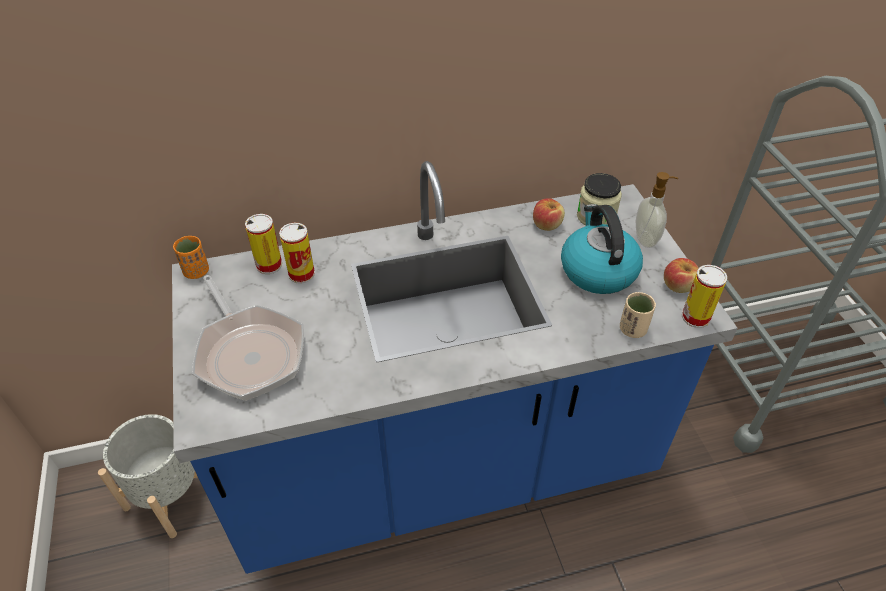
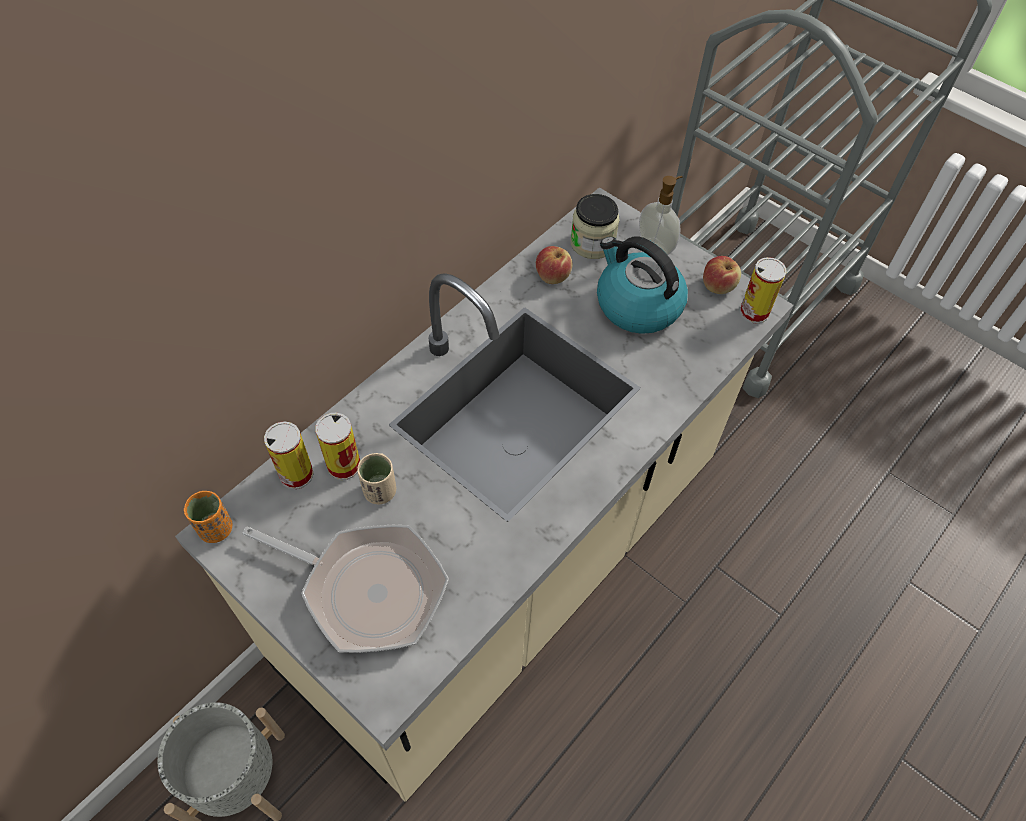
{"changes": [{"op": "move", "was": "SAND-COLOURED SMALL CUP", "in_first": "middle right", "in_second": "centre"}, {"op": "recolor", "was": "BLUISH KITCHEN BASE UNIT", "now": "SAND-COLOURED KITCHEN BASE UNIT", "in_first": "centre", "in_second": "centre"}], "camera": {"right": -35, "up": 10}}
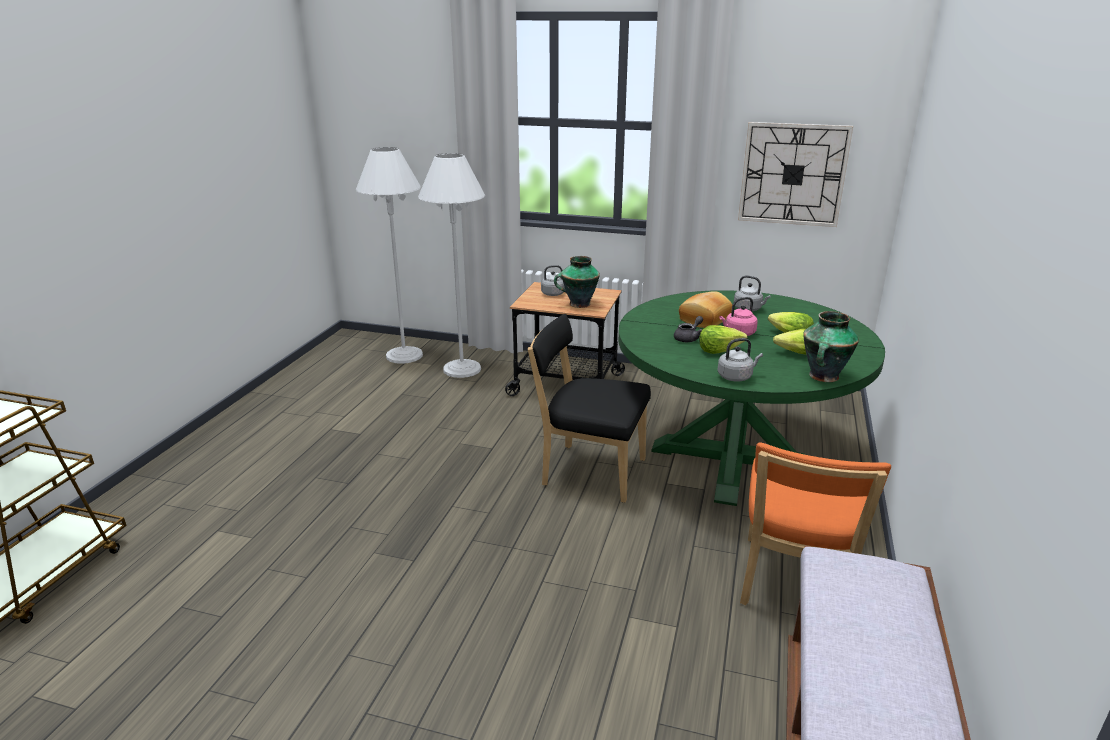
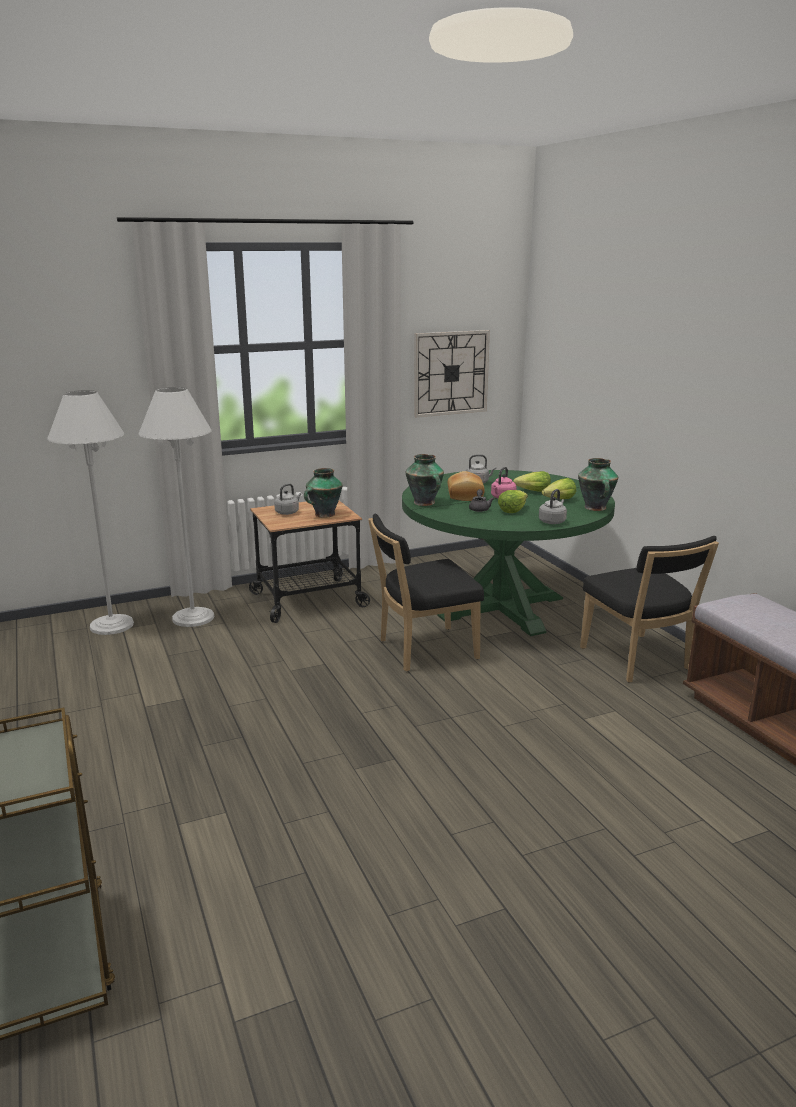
{"changes": [{"op": "insert", "now": "DECORATIVE VASE (2nd from left)", "in_second": "centre"}, {"op": "recolor", "was": "ORANGE UPRIGHT CHAIR", "now": "BLACK UPRIGHT CHAIR (2nd from left)", "in_first": "bottom right", "in_second": "middle right"}], "camera": {"right": -40, "up": -5}}
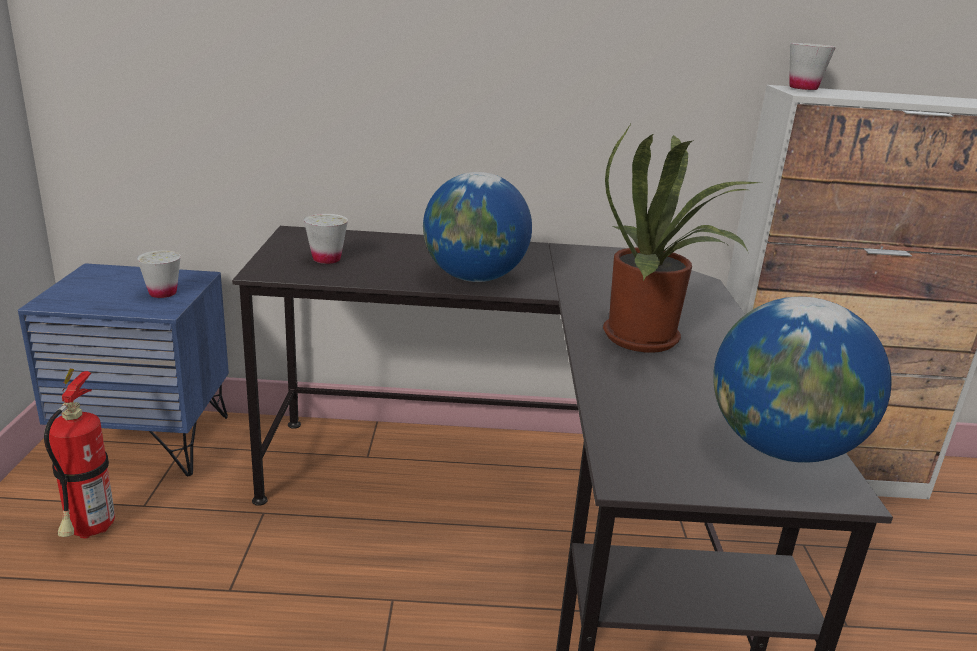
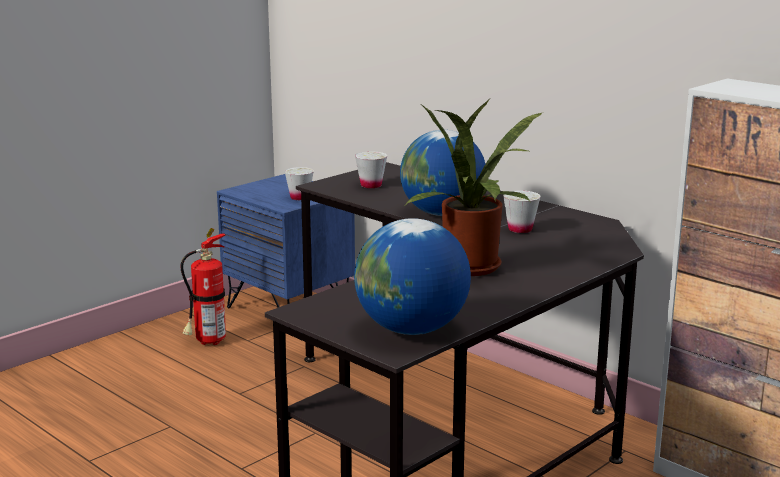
{"changes": [{"op": "move", "was": "WHITISH SMALL CUP (3rd from left)", "in_first": "top right", "in_second": "middle right"}], "camera": {"right": 45, "up": -5}}
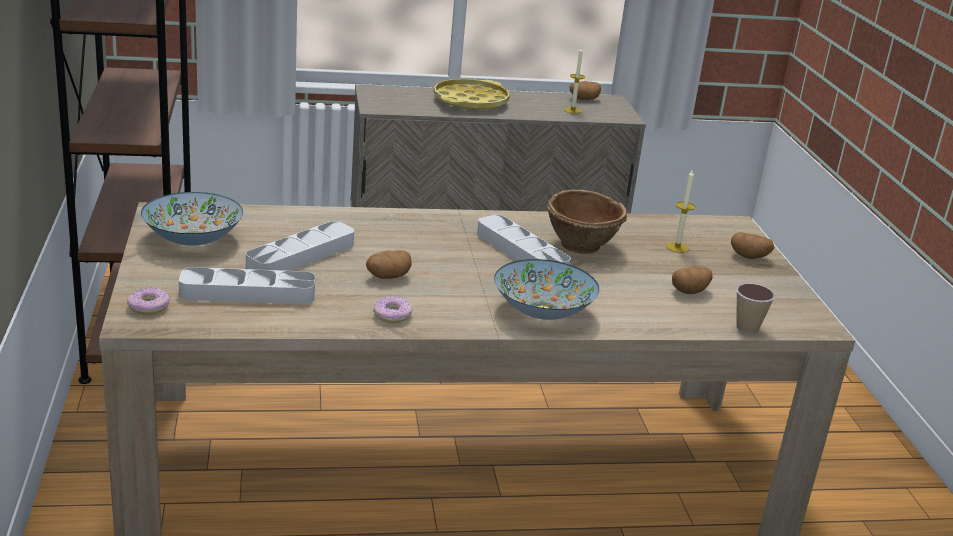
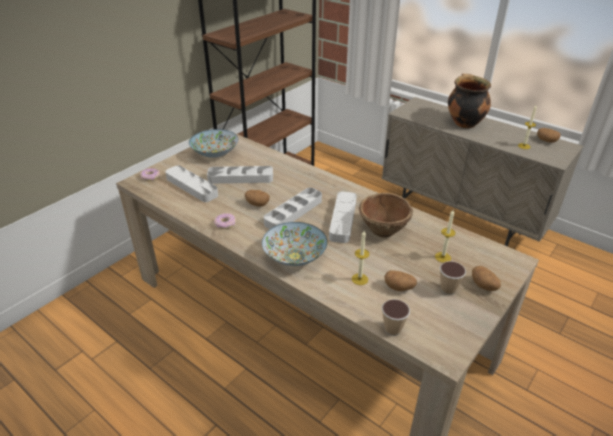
{"changes": [{"op": "insert", "now": "GREY CARRYING TRAY (3rd from left)", "in_second": "centre"}, {"op": "insert", "now": "WAX LIGHT (1st from left)", "in_second": "centre"}, {"op": "insert", "now": "SMALL CUP (2nd from left)", "in_second": "middle right"}, {"op": "replace", "was": "YELLOWISH CARRYING TRAY", "now": "COOKING POT", "in_first": "top centre", "in_second": "top right"}], "camera": {"right": 50, "up": 10}}
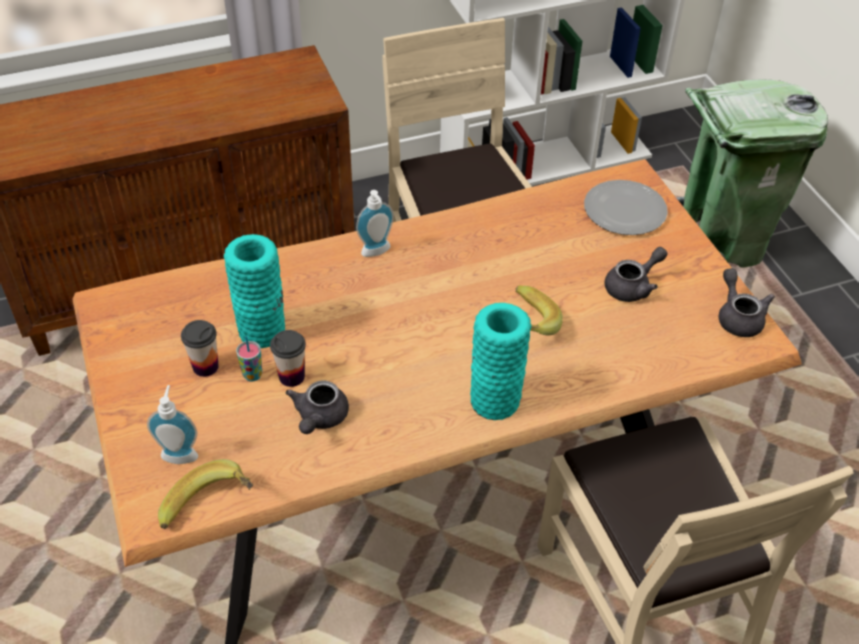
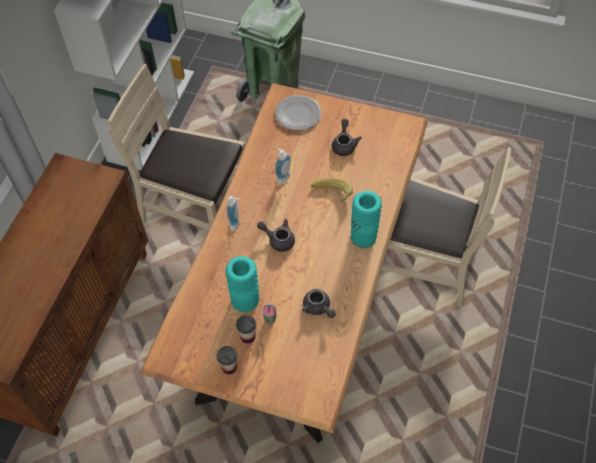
{"changes": [{"op": "delete", "was": "BANANA FRUIT (1st from left)", "in_first": "bottom left"}, {"op": "move", "was": "SOAP DISPENSER (1st from left in the first image)", "now": "SOAP DISPENSER (2nd from left)", "in_first": "middle left", "in_second": "centre"}, {"op": "move", "was": "SMALL CUP (3rd from left in the first image)", "now": "SMALL CUP (1st from left)", "in_first": "centre", "in_second": "bottom centre"}, {"op": "move", "was": "GREY POT FOR TEA (3rd from left in the first image)", "now": "GREY POT FOR TEA (1st from left)", "in_first": "middle right", "in_second": "centre"}], "camera": {"right": -50, "up": 10}}
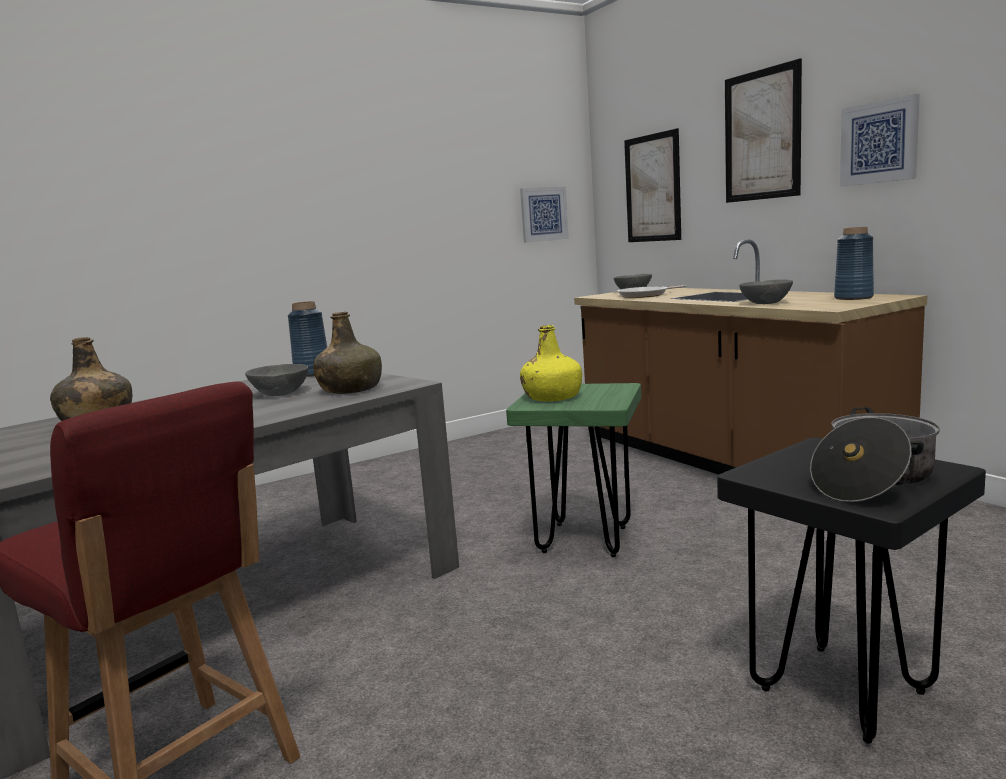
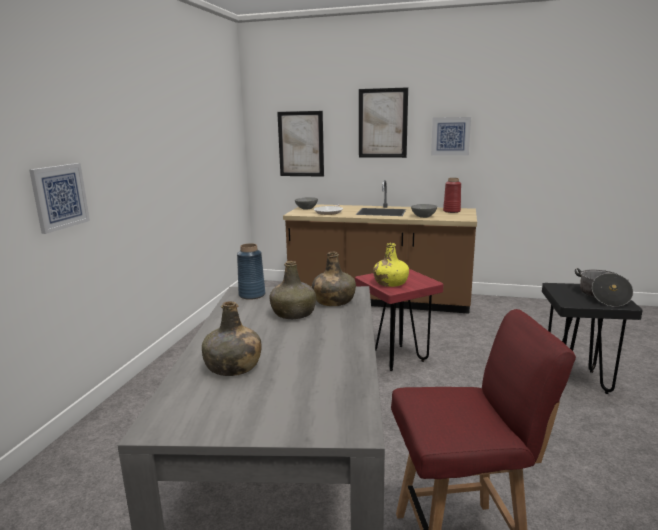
{"changes": [{"op": "move", "was": "WALL PICTURE (1st from left)", "in_first": "top centre", "in_second": "middle left"}, {"op": "replace", "was": "GREY SERVING BOWL (1st from left)", "now": "GREENISH DRINK BOTTLE (2nd from left)", "in_first": "middle left", "in_second": "centre"}, {"op": "recolor", "was": "GREENISH STOOL SEAT", "now": "REDDISH STOOL SEAT", "in_first": "centre", "in_second": "centre"}, {"op": "recolor", "was": "BLUISH DECORATIVE VASE (2nd from left)", "now": "REDDISH DECORATIVE VASE", "in_first": "middle right", "in_second": "middle right"}], "camera": {"right": -45, "up": 5}}
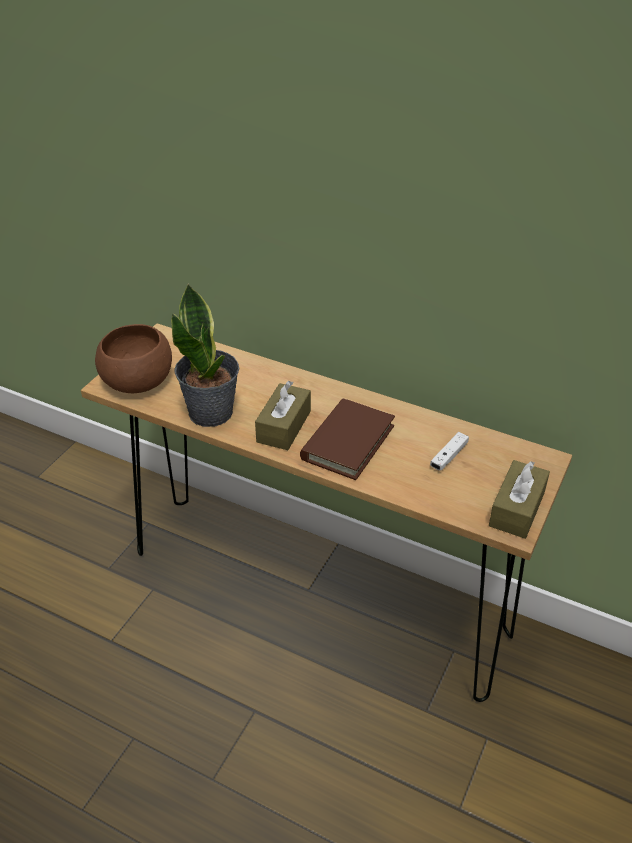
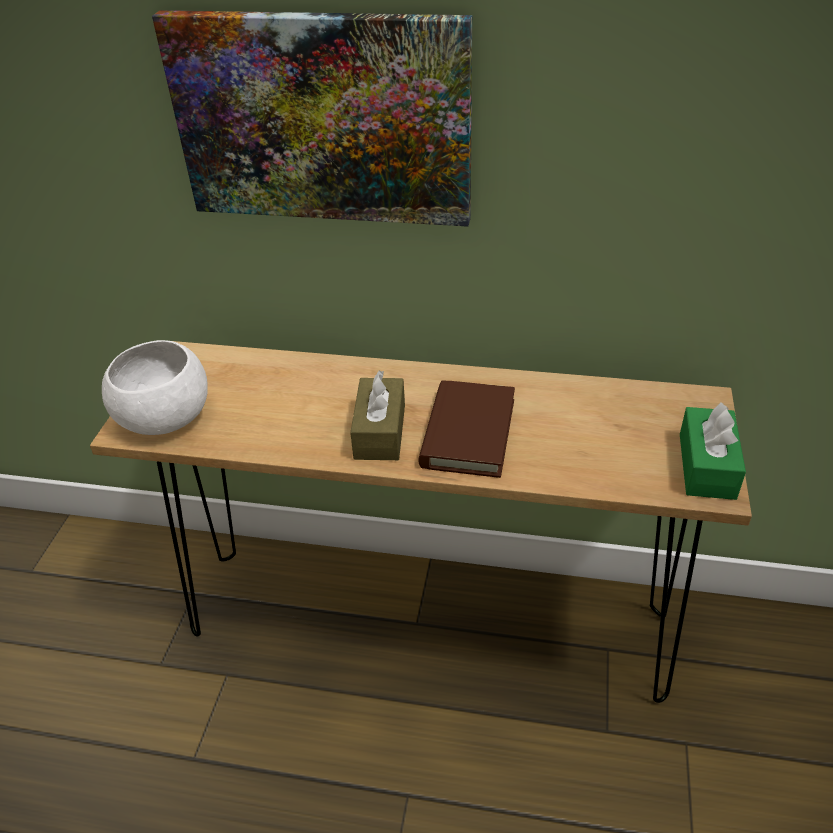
{"changes": [{"op": "delete", "was": "POTTED PLANT", "in_first": "middle left"}, {"op": "delete", "was": "WHITISH GAME CONTROLLER", "in_first": "middle right"}, {"op": "insert", "now": "WALL PICTURE", "in_second": "top centre"}, {"op": "recolor", "was": "BROWNISH SERVING BOWL", "now": "WHITISH SERVING BOWL", "in_first": "middle left", "in_second": "middle left"}, {"op": "recolor", "was": "BROWNISH BOX OF TISSUES (2nd from left)", "now": "GREENISH BOX OF TISSUES", "in_first": "middle right", "in_second": "middle right"}], "camera": {"right": -15, "up": 0}}
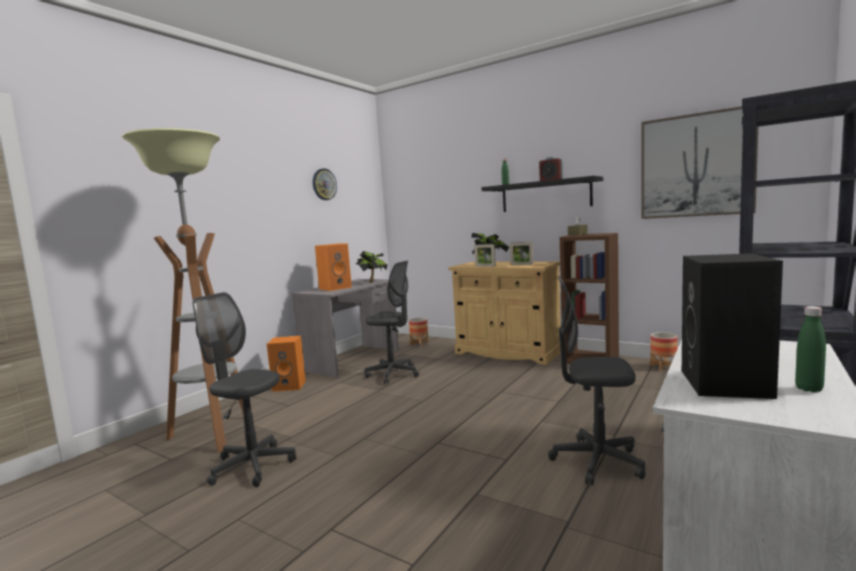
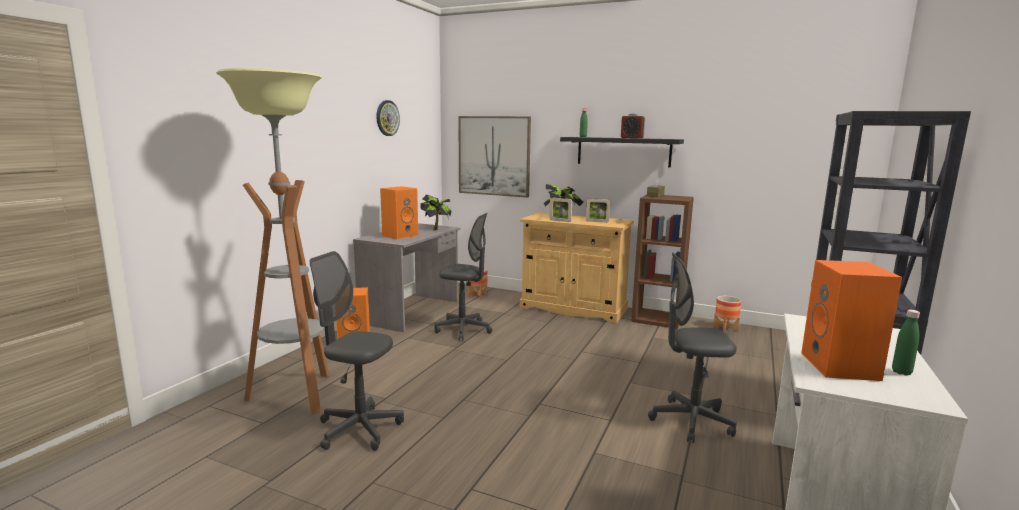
{"changes": [{"op": "move", "was": "WALL PICTURE", "in_first": "top right", "in_second": "top centre"}, {"op": "recolor", "was": "BLACK SPEAKER", "now": "ORANGE SPEAKER (3rd from left)", "in_first": "middle right", "in_second": "middle right"}], "camera": {"right": -10, "up": 5}}
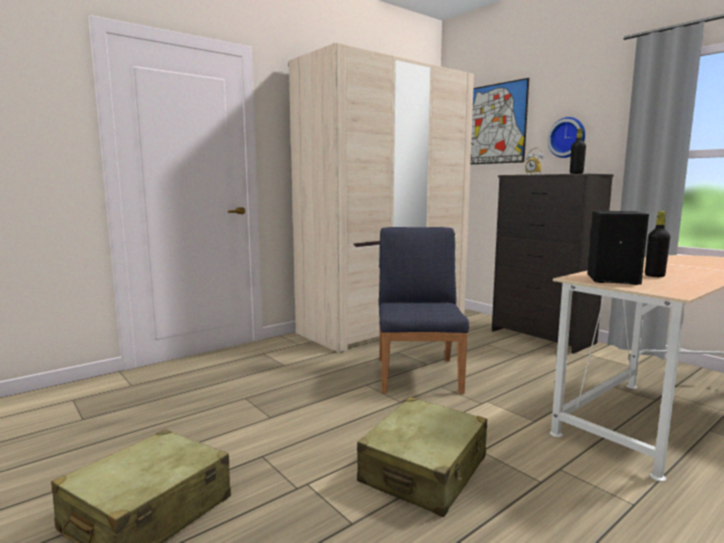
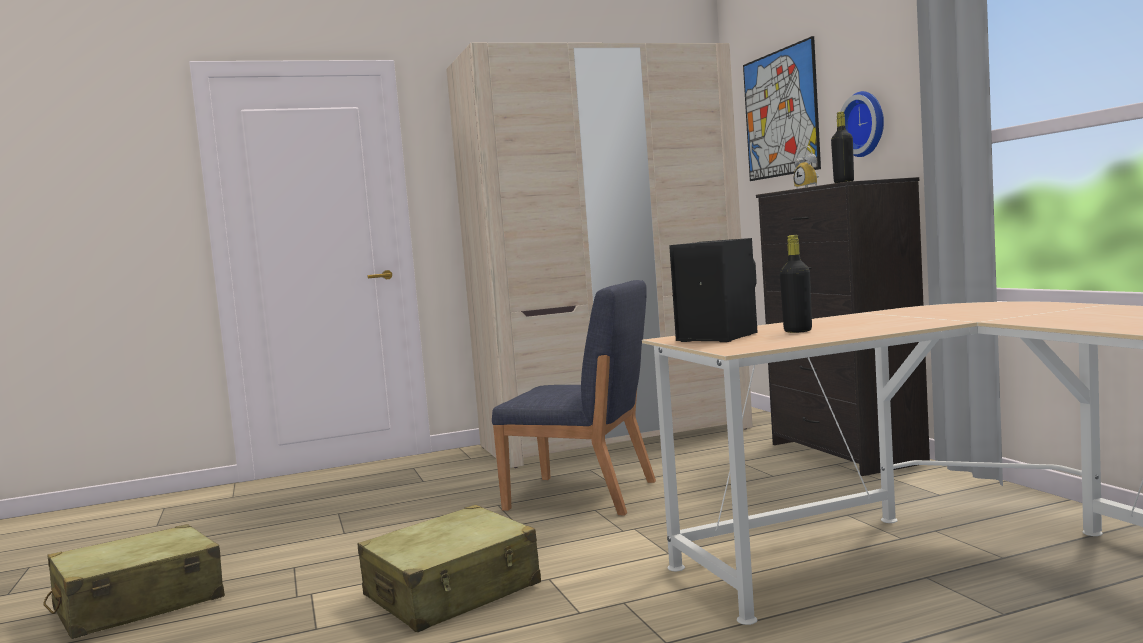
{"changes": [{"op": "rotate", "was": "BLUISH UPRIGHT CHAIR", "in_first": "centre", "in_second": "centre", "clockwise": 90}], "camera": {"right": 20, "up": -5}}
